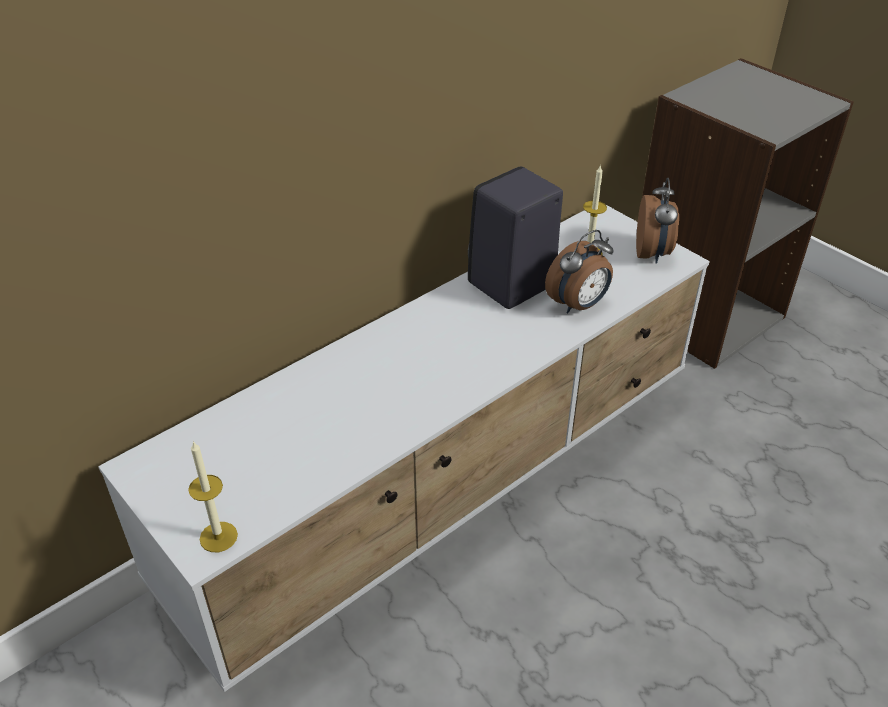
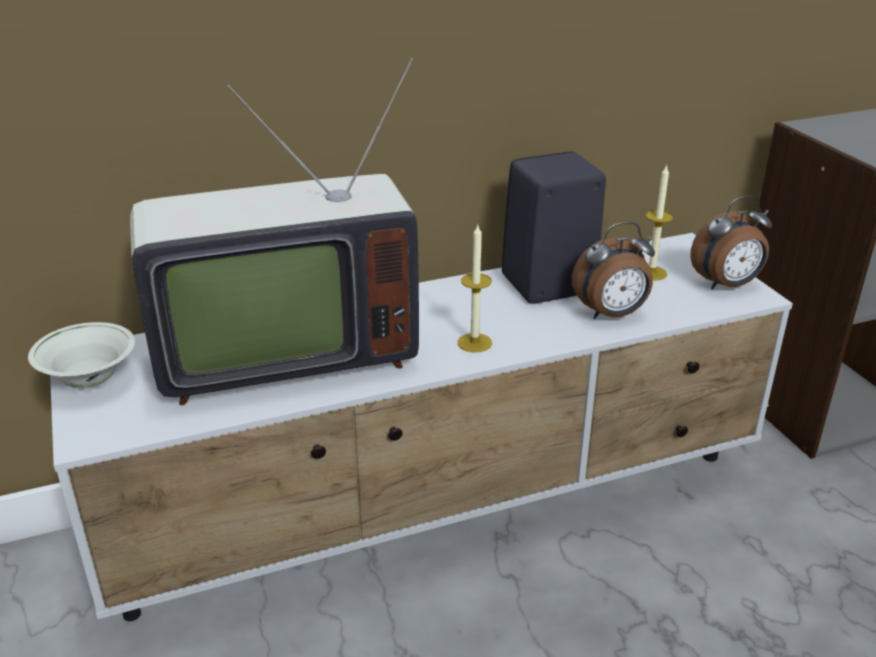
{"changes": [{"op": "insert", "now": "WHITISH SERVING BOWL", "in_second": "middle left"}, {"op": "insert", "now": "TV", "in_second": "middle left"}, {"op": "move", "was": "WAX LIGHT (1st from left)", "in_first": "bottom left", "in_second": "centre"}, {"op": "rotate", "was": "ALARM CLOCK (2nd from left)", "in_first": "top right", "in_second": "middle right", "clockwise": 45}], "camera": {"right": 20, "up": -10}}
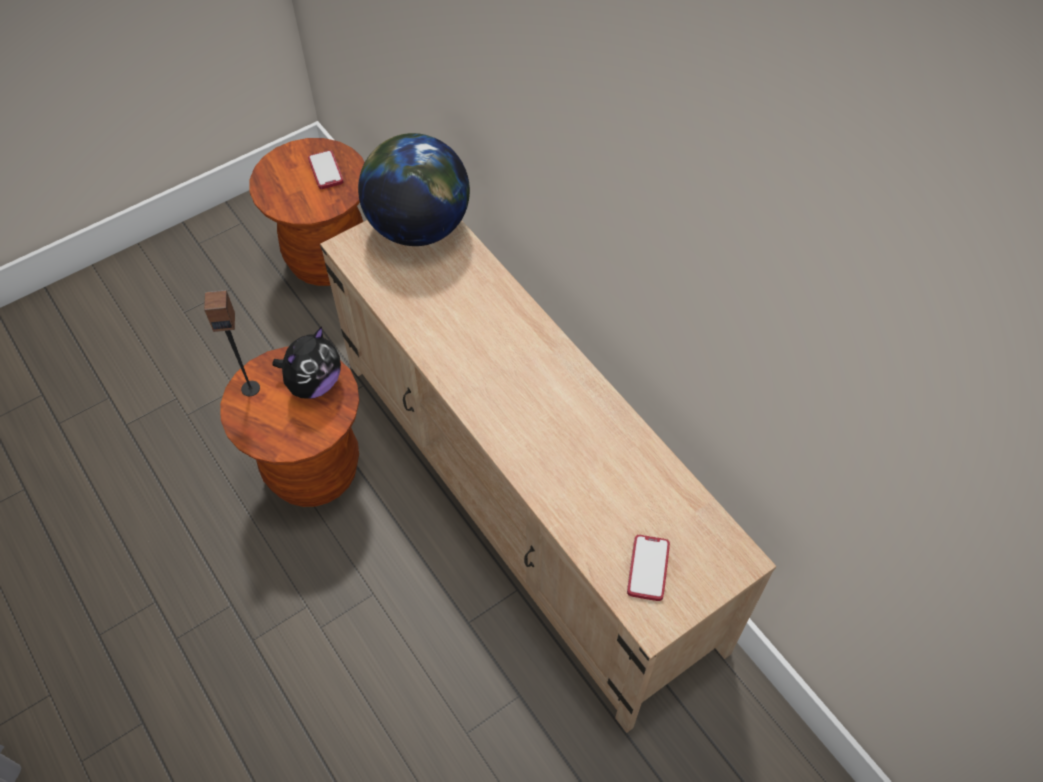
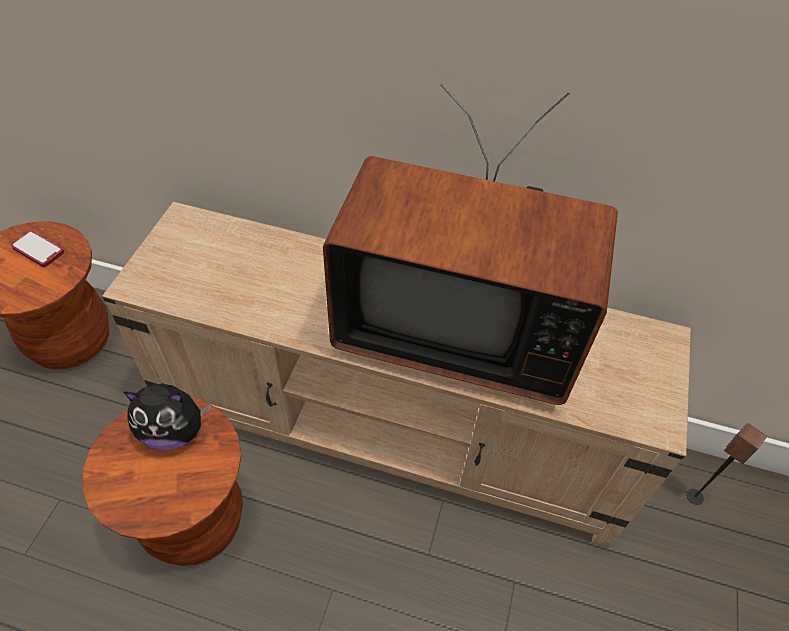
{"changes": [{"op": "delete", "was": "GLOBE", "in_first": "top centre"}, {"op": "delete", "was": "PHONE (2nd from left)", "in_first": "bottom centre"}, {"op": "insert", "now": "TV", "in_second": "centre"}, {"op": "move", "was": "SPEAKER", "in_first": "middle left", "in_second": "bottom right"}, {"op": "rotate", "was": "CUDDLY TOY", "in_first": "middle left", "in_second": "middle left", "clockwise": 90}], "camera": {"right": -40, "up": -5}}
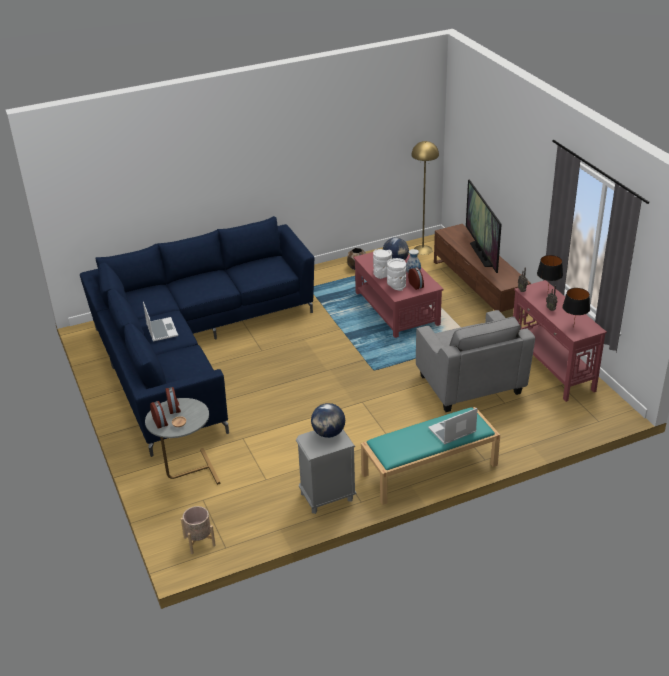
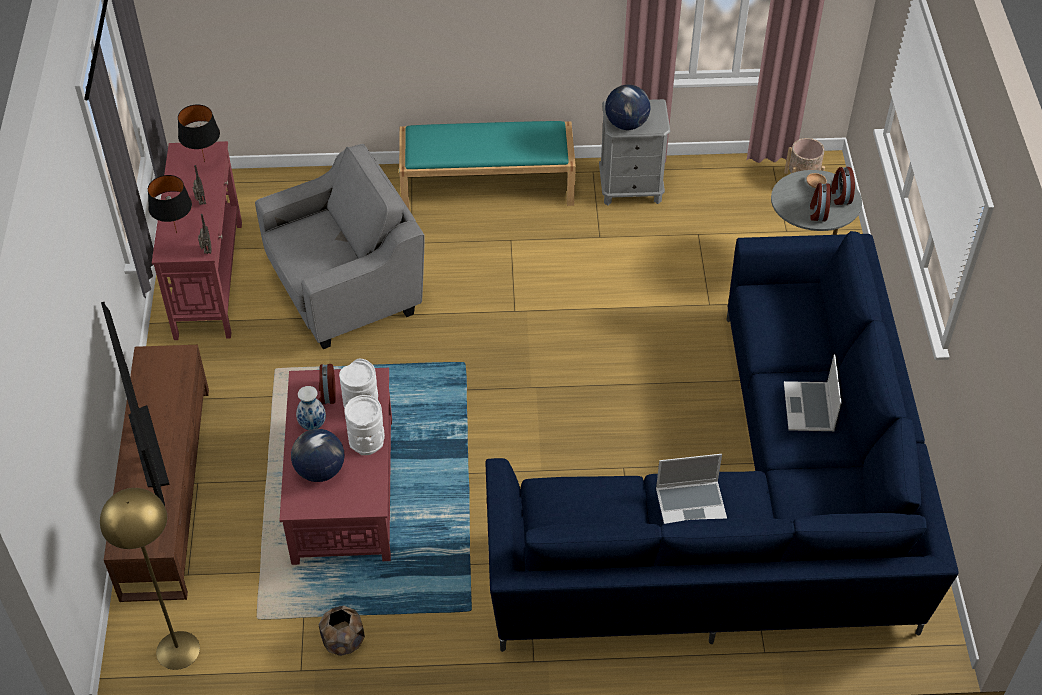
{"changes": [{"op": "move", "was": "LAPTOP (2nd from left in the first image)", "now": "LAPTOP (1st from left)", "in_first": "middle right", "in_second": "bottom centre"}, {"op": "rotate", "was": "GREY EASY CHAIR", "in_first": "middle right", "in_second": "middle left", "clockwise": 60}, {"op": "rotate", "was": "TV", "in_first": "middle right", "in_second": "middle left", "clockwise": 150}], "camera": {"right": -160, "up": 15}}
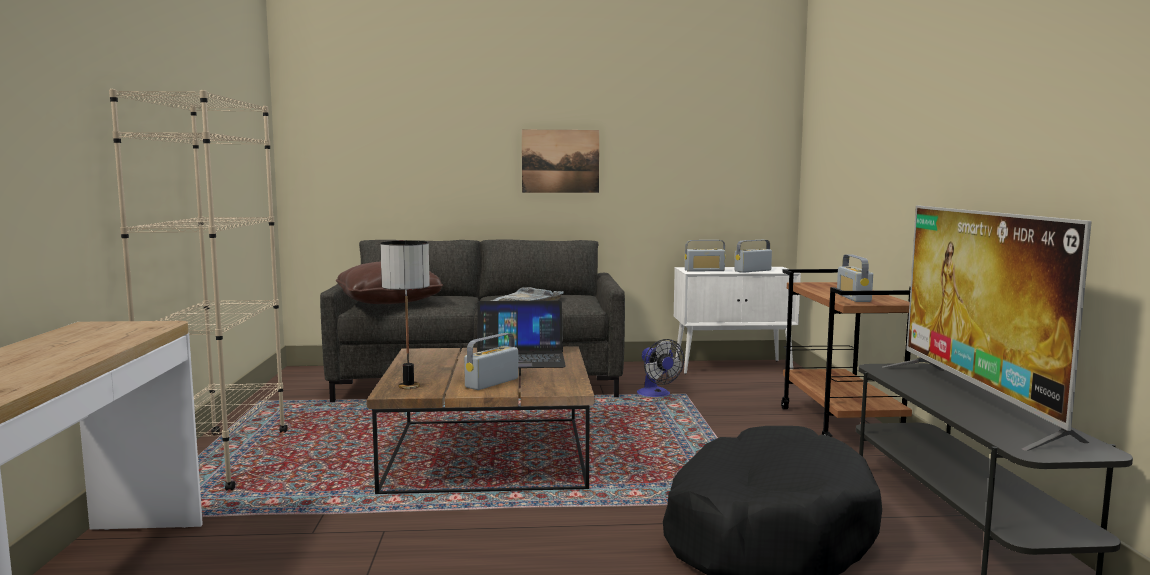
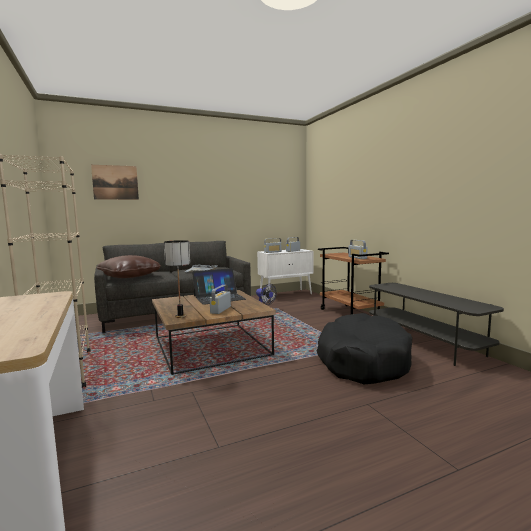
{"changes": [{"op": "delete", "was": "TV", "in_first": "middle right"}, {"op": "move", "was": "WALL PICTURE", "in_first": "top centre", "in_second": "middle left"}], "camera": {"right": -20, "up": 0}}
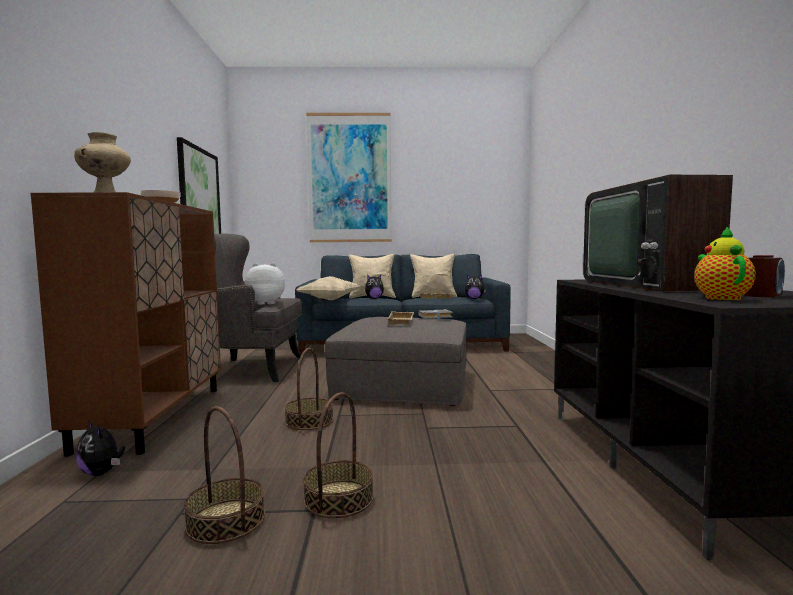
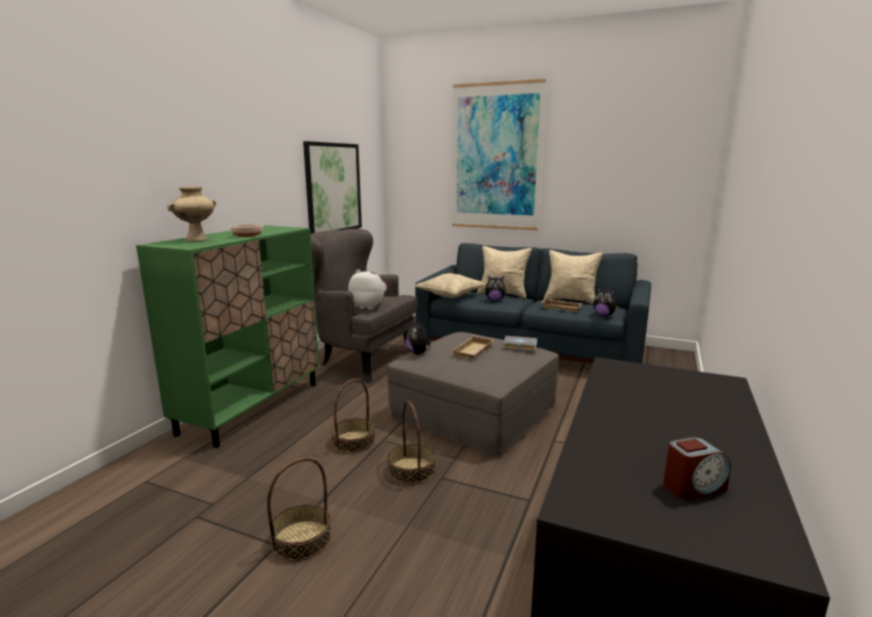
{"changes": [{"op": "delete", "was": "TV", "in_first": "middle right"}, {"op": "delete", "was": "POT FOR TEA", "in_first": "middle right"}, {"op": "move", "was": "CUDDLY TOY (1st from left in the first image)", "now": "CUDDLY TOY (2nd from left)", "in_first": "bottom left", "in_second": "centre"}, {"op": "move", "was": "BASKET (1st from left in the first image)", "now": "BASKET (3rd from left)", "in_first": "bottom left", "in_second": "bottom centre"}, {"op": "recolor", "was": "BROWNISH CUPBOARD", "now": "GREENISH CUPBOARD", "in_first": "middle left", "in_second": "middle left"}], "camera": {"right": 25, "up": 10}}
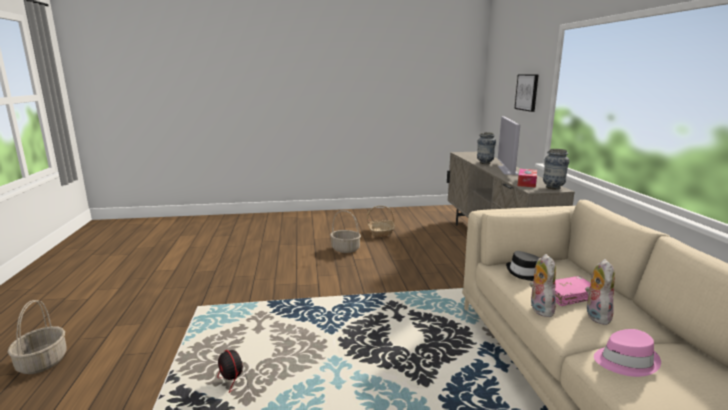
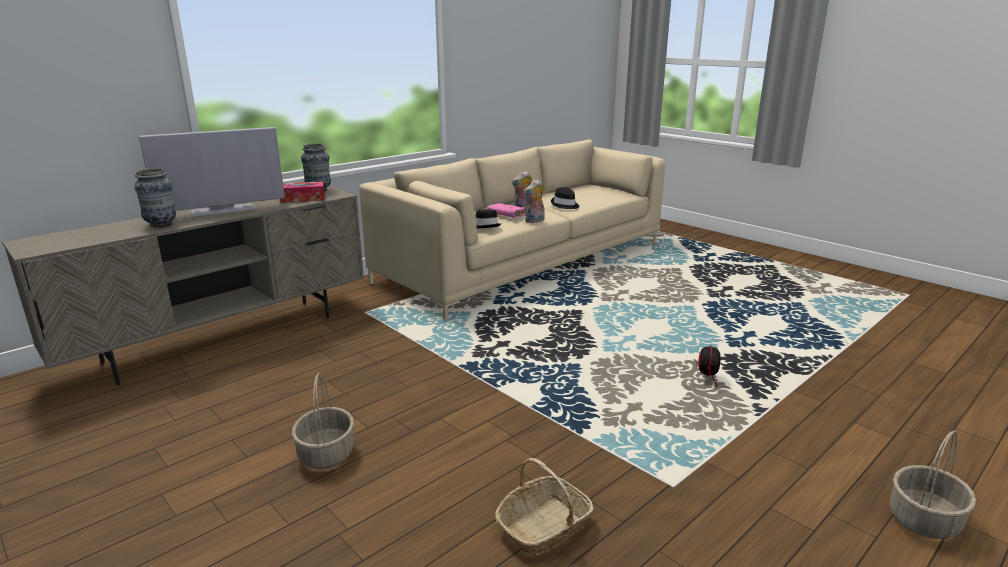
{"changes": [{"op": "delete", "was": "WALL PICTURE", "in_first": "top right"}, {"op": "move", "was": "BASKET (3rd from left in the first image)", "now": "BASKET (2nd from left)", "in_first": "centre", "in_second": "bottom centre"}, {"op": "recolor", "was": "PINKISH HAT", "now": "BLACK HAT (2nd from left)", "in_first": "bottom right", "in_second": "centre"}], "camera": {"right": -125, "up": 5}}
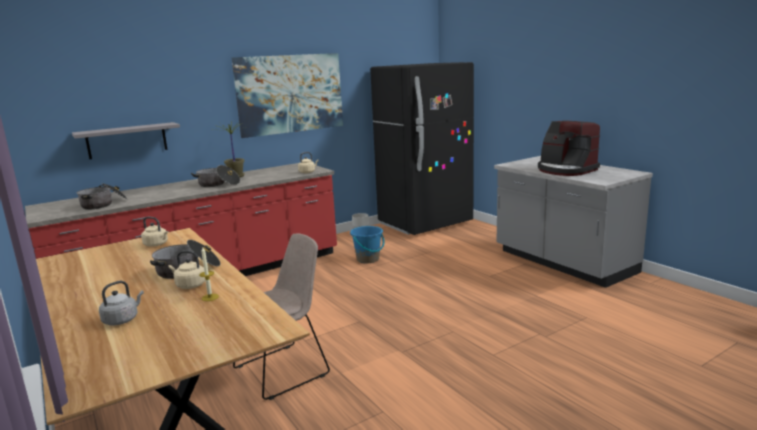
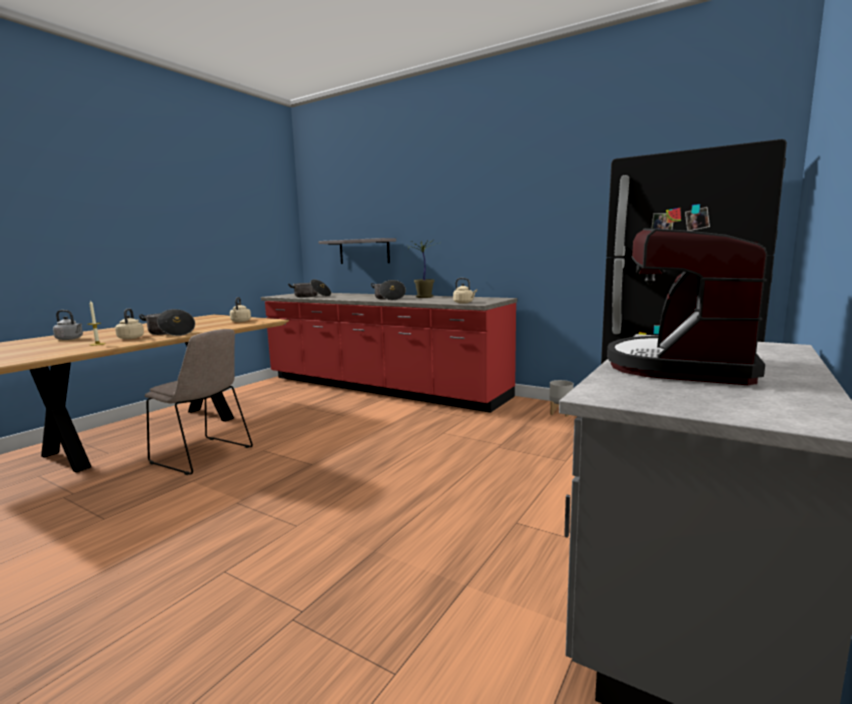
{"changes": [{"op": "delete", "was": "WALL PICTURE", "in_first": "top centre"}, {"op": "delete", "was": "BLUISH WATER BUCKET", "in_first": "centre"}], "camera": {"right": 65, "up": -5}}
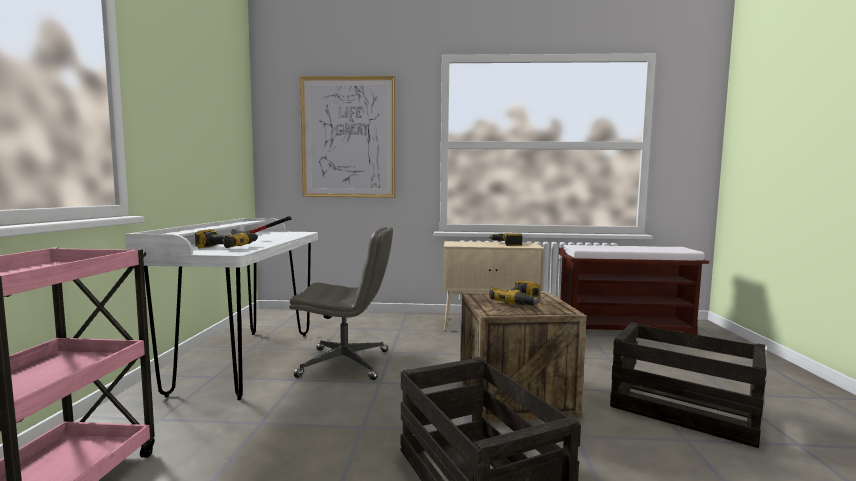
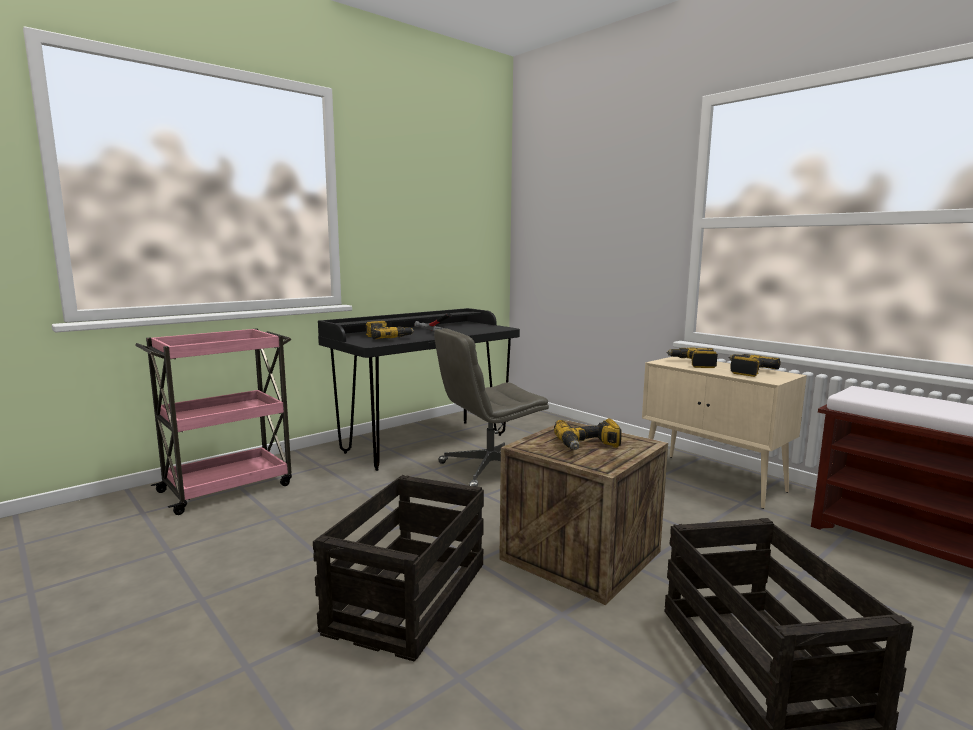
{"changes": [{"op": "delete", "was": "WALL PICTURE", "in_first": "top centre"}, {"op": "insert", "now": "ELECTRIC DRILL (3rd from left)", "in_second": "middle right"}, {"op": "recolor", "was": "WHITISH DESK UNIT", "now": "BLACK DESK UNIT", "in_first": "middle left", "in_second": "centre"}, {"op": "rotate", "was": "GREY DESK CHAIR", "in_first": "centre", "in_second": "centre", "clockwise": 105}], "camera": {"right": 45, "up": 5}}
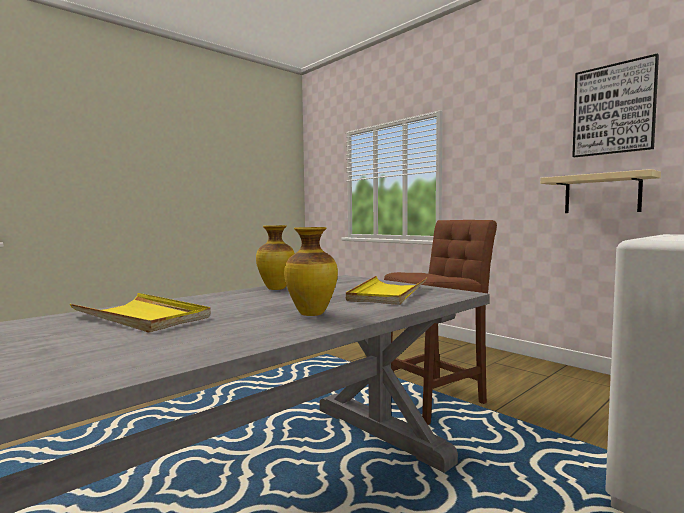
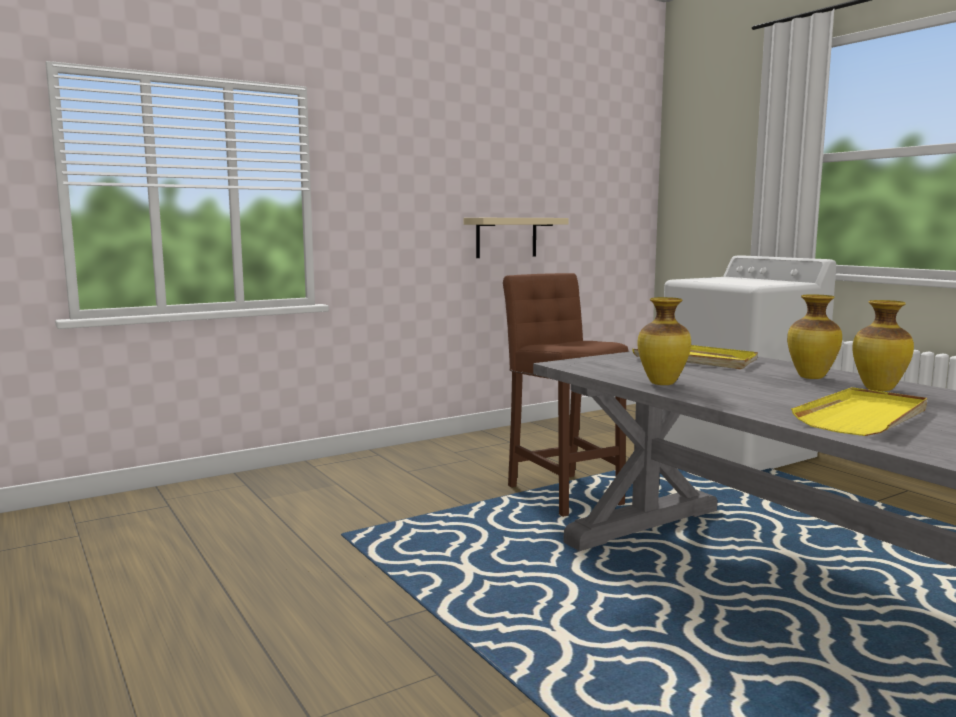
{"changes": [{"op": "delete", "was": "WALL PICTURE", "in_first": "top right"}, {"op": "insert", "now": "DECORATIVE VASE (3rd from left)", "in_second": "middle right"}], "camera": {"right": -80, "up": 5}}
